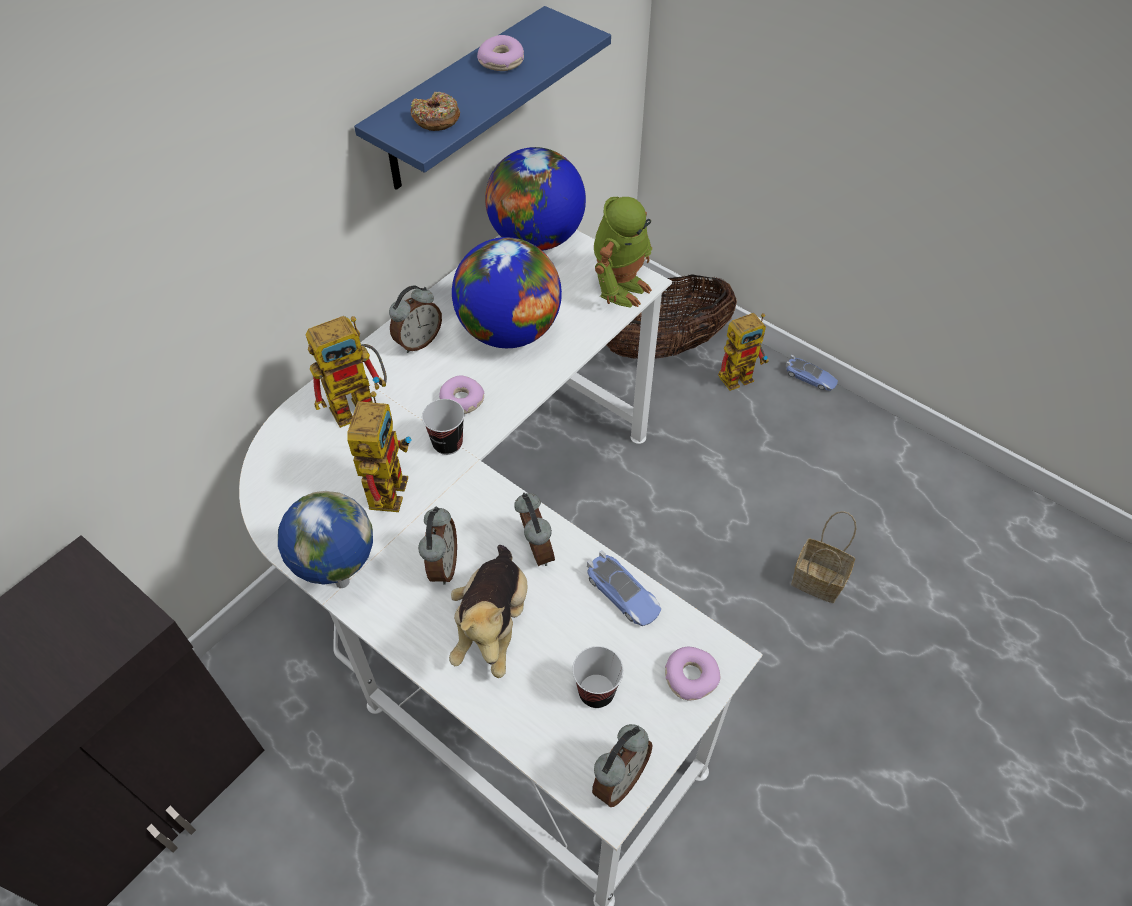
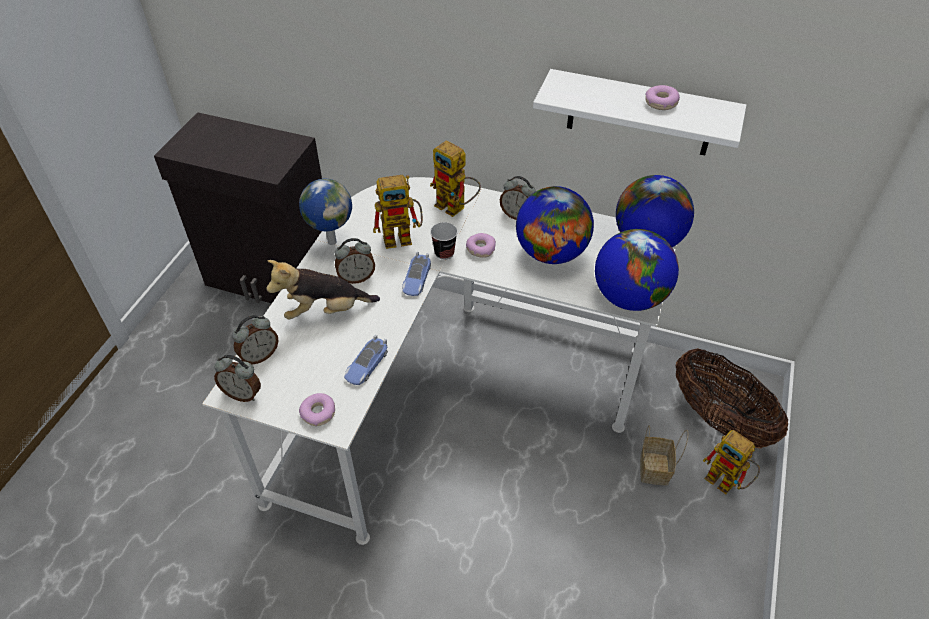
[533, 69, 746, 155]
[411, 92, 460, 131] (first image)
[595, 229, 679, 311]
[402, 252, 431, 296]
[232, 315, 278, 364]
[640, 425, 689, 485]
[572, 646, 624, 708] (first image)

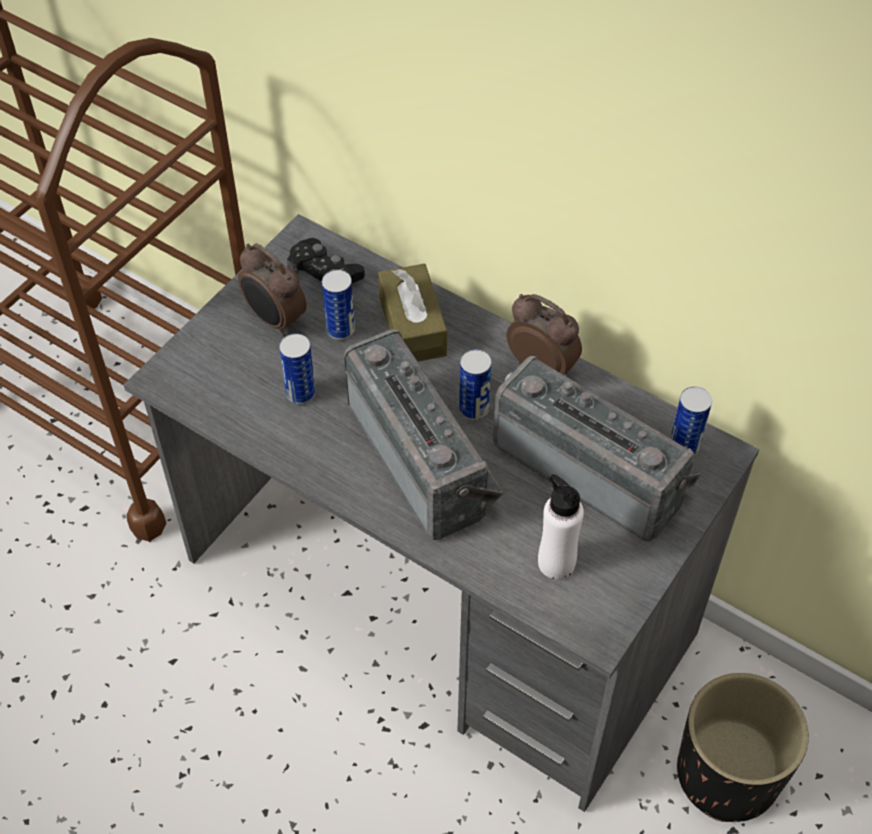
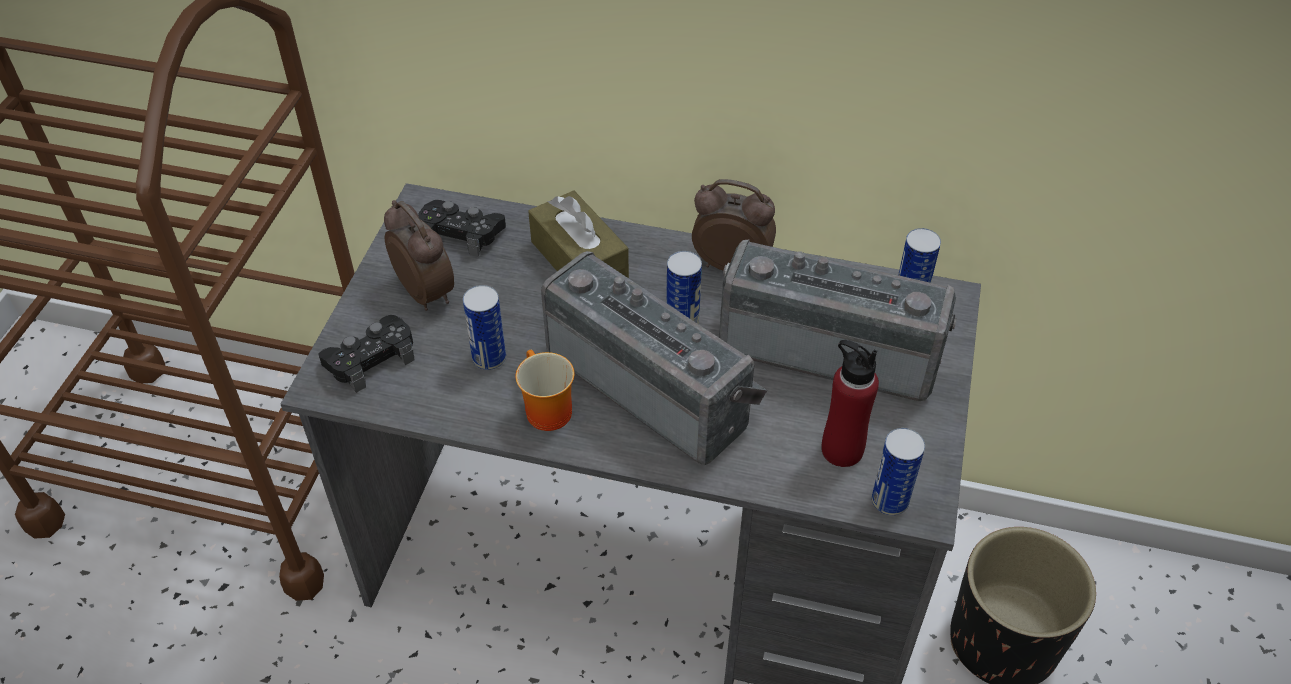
[384, 200, 454, 311]
[872, 428, 925, 516]
[822, 340, 879, 467]
[319, 315, 415, 393]
[516, 350, 575, 431]

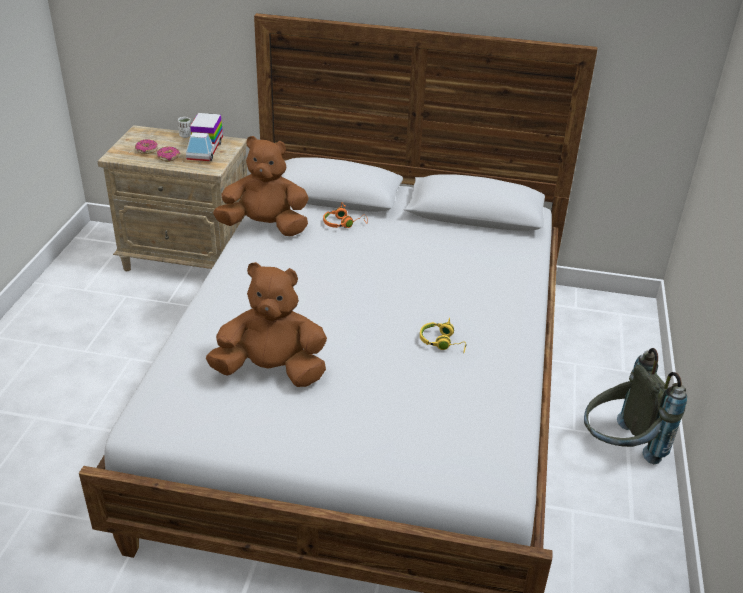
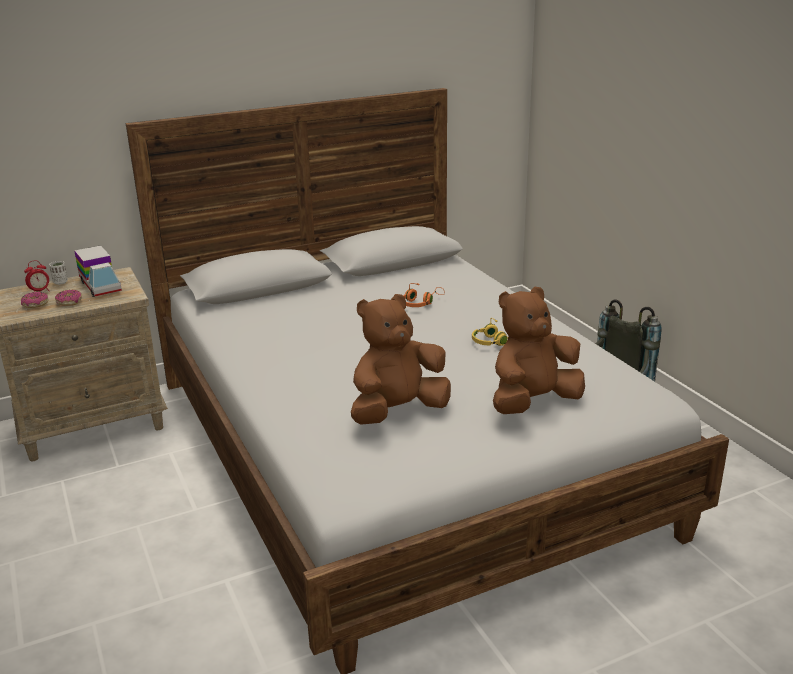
[493, 287, 585, 414]
[403, 283, 445, 307]
[24, 260, 49, 292]

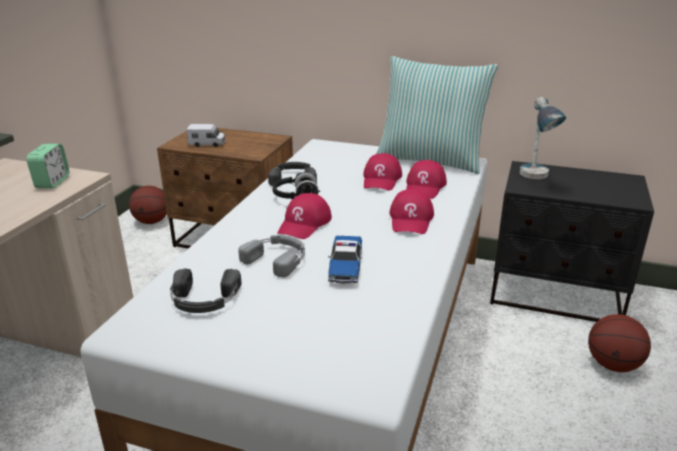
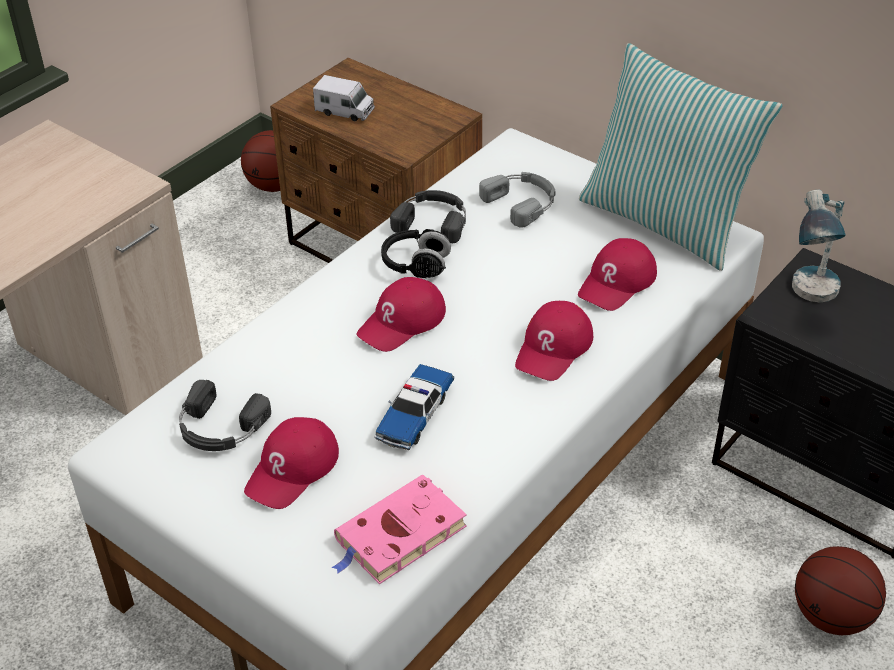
[26, 144, 69, 188] (first image)
[244, 417, 339, 509]
[479, 172, 556, 228]
[332, 475, 467, 584]

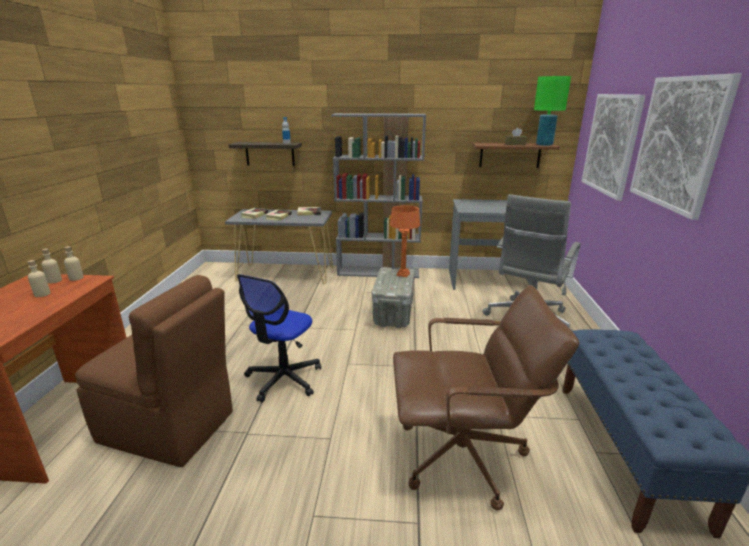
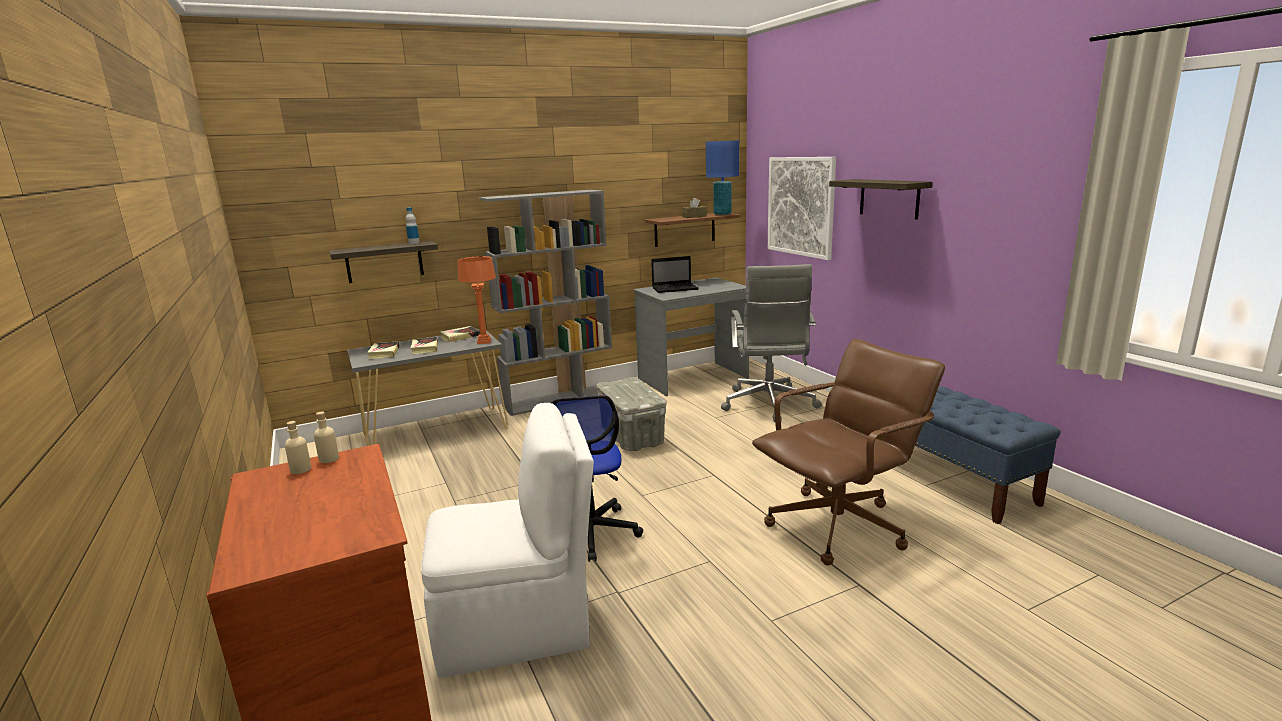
[829, 179, 933, 219]
[706, 140, 739, 215]
[458, 256, 496, 344]
[28, 260, 51, 297] (first image)
[421, 403, 594, 678]
[651, 256, 699, 293]

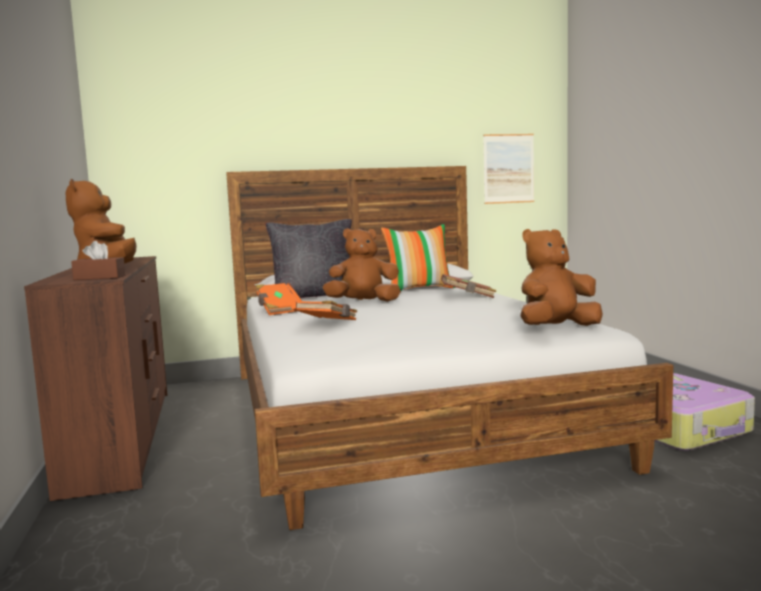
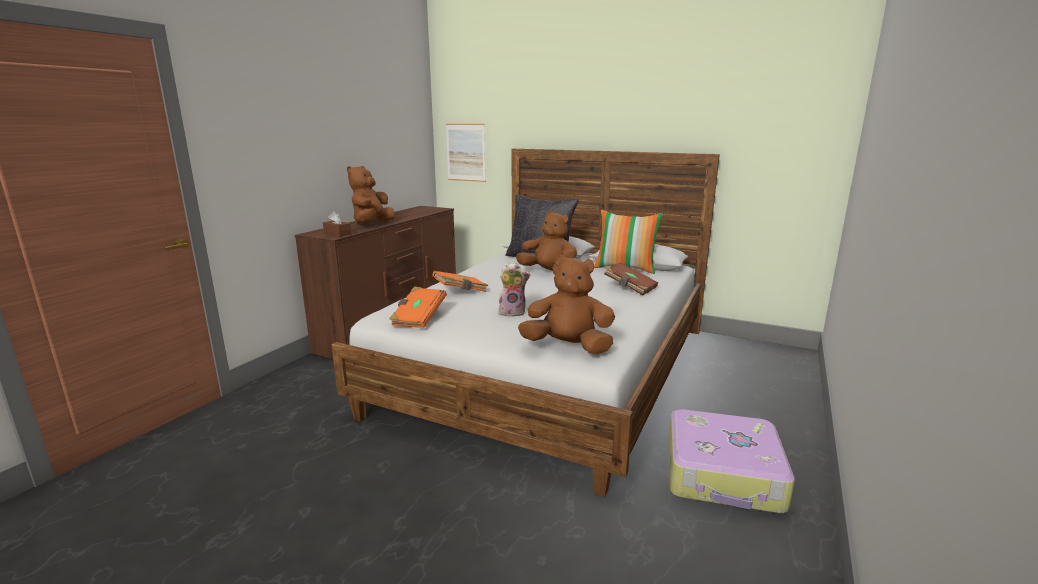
[446, 124, 486, 182]
[389, 286, 447, 328]
[499, 263, 530, 317]

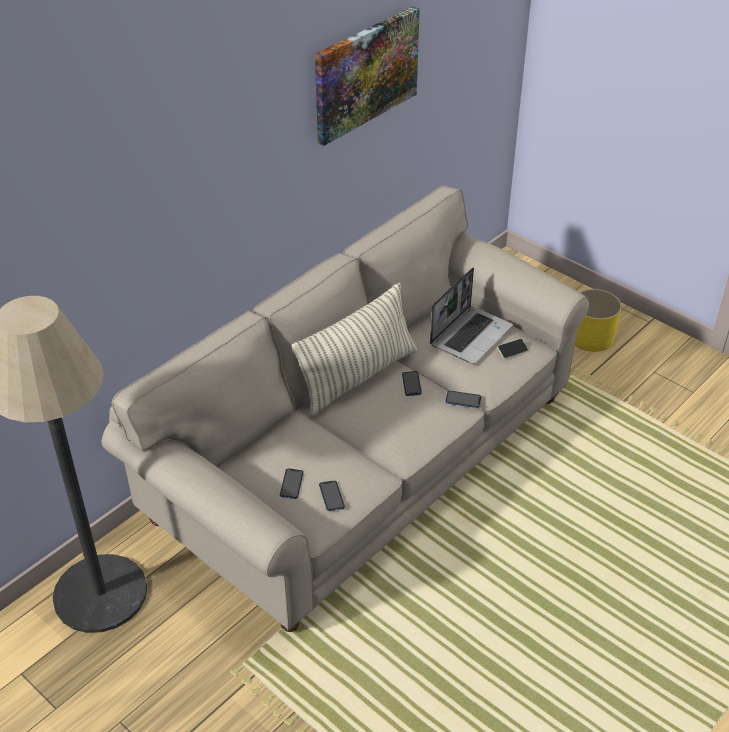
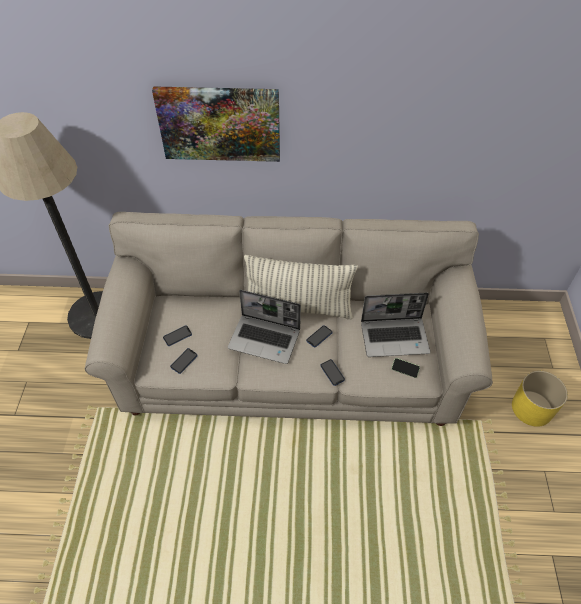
[152, 86, 280, 162]
[228, 290, 301, 364]

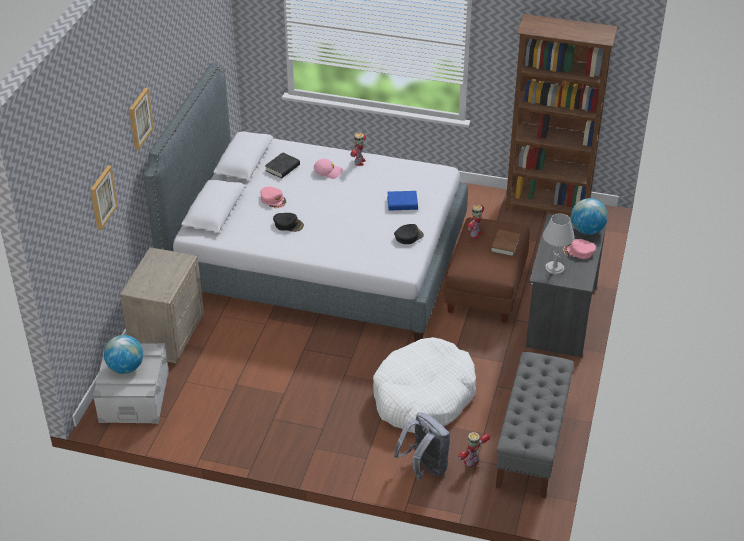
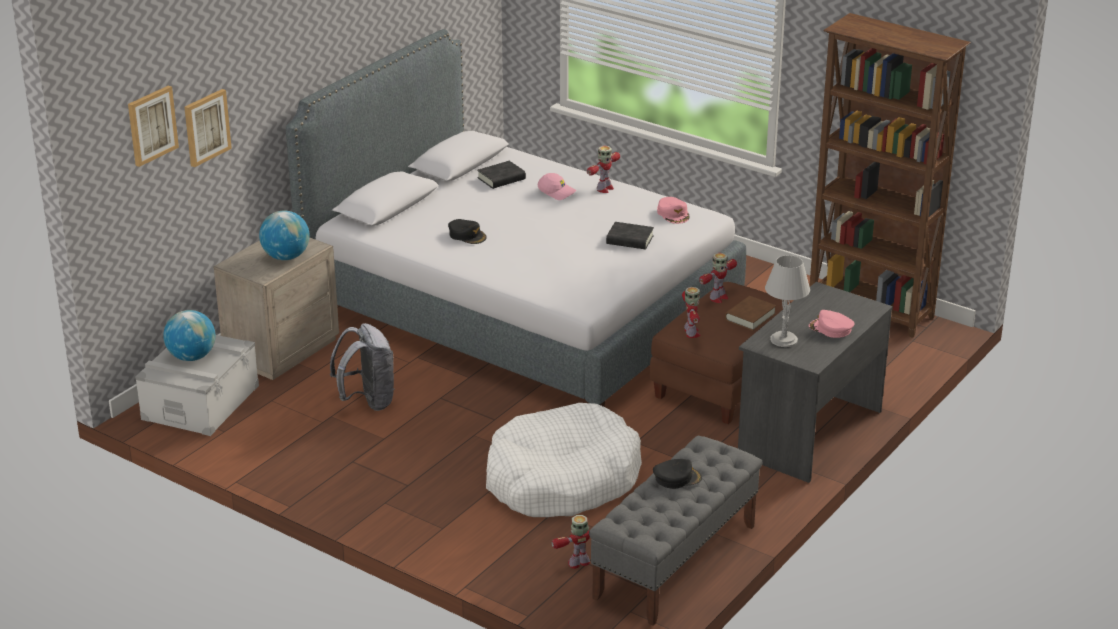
[128, 86, 179, 167]
[657, 197, 690, 224]
[606, 222, 654, 249]
[259, 211, 310, 260]
[653, 459, 702, 489]
[330, 323, 394, 411]
[682, 287, 700, 338]

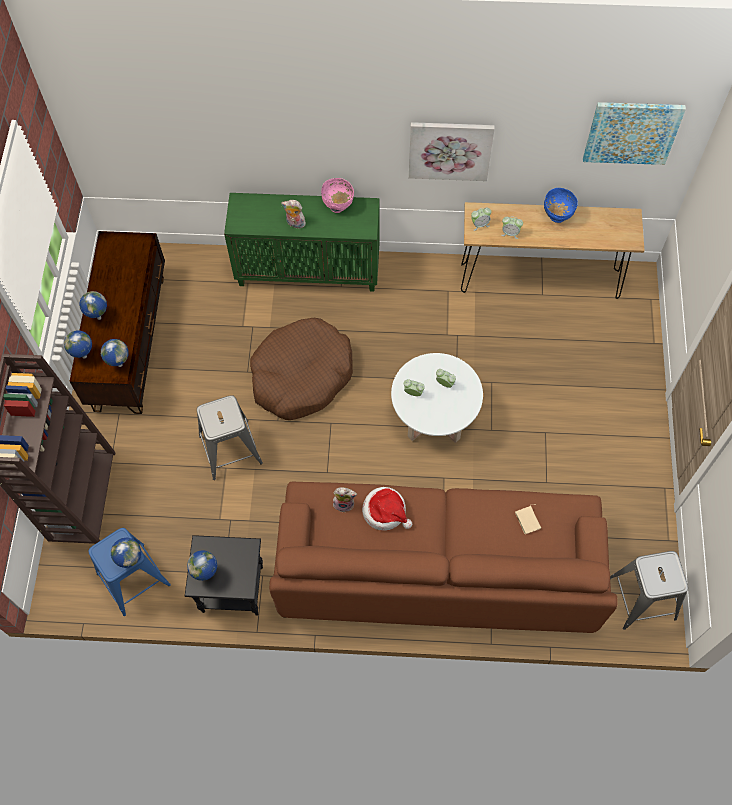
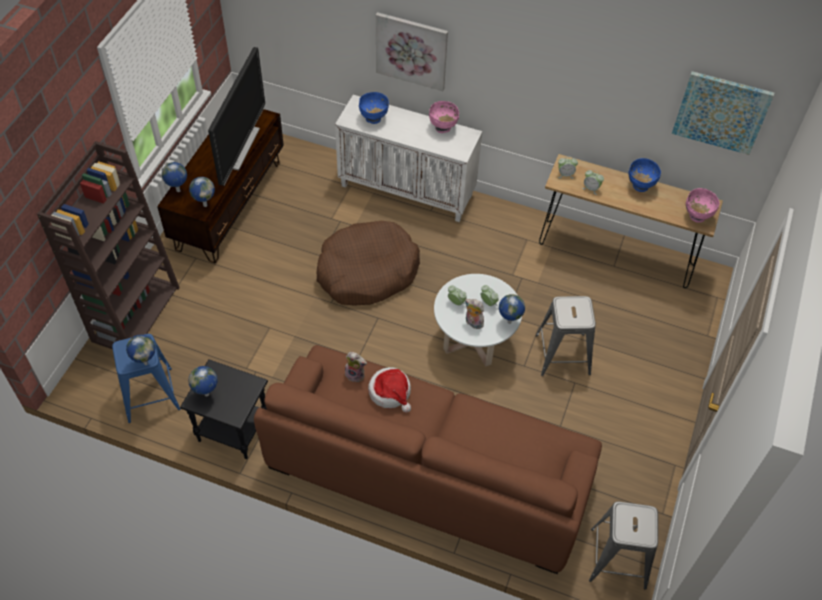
[376, 12, 448, 91]
[335, 95, 482, 222]
[465, 299, 484, 329]
[499, 294, 525, 324]
[536, 296, 596, 376]
[515, 504, 541, 534] (first image)
[208, 47, 265, 186]
[359, 92, 389, 124]
[686, 188, 720, 223]

